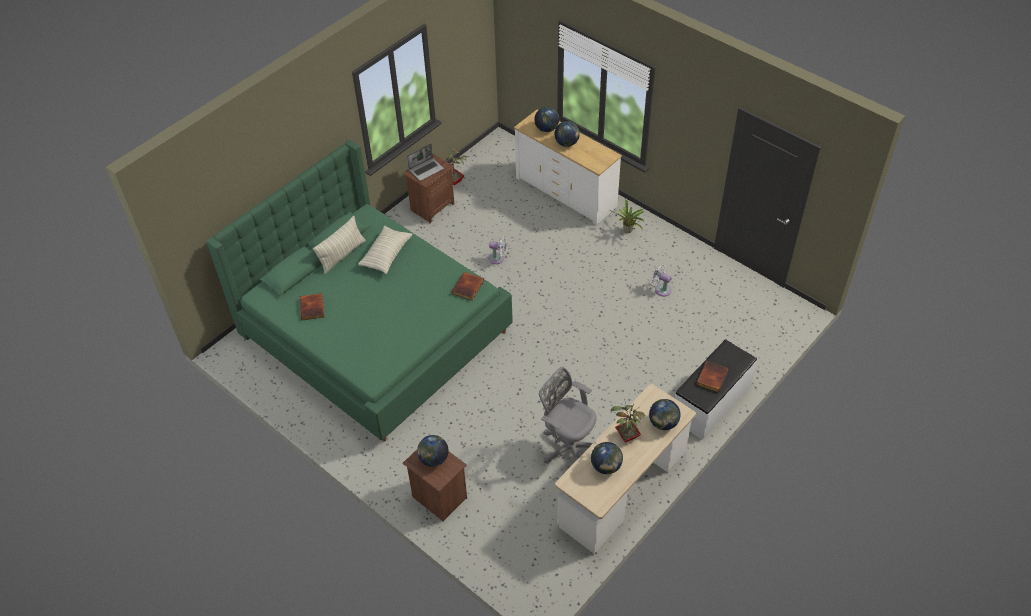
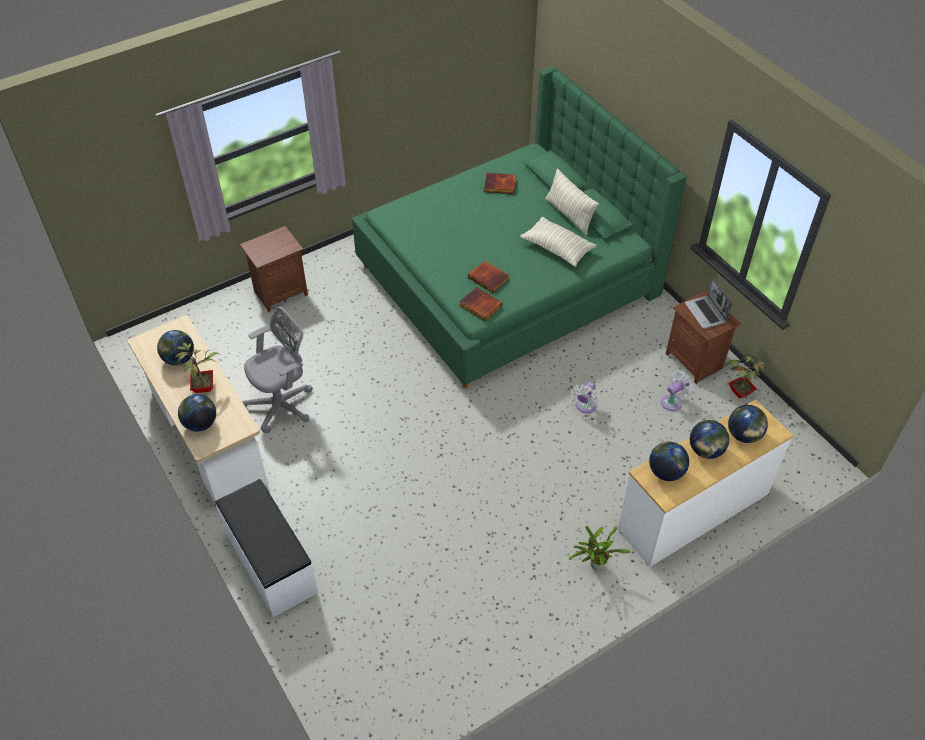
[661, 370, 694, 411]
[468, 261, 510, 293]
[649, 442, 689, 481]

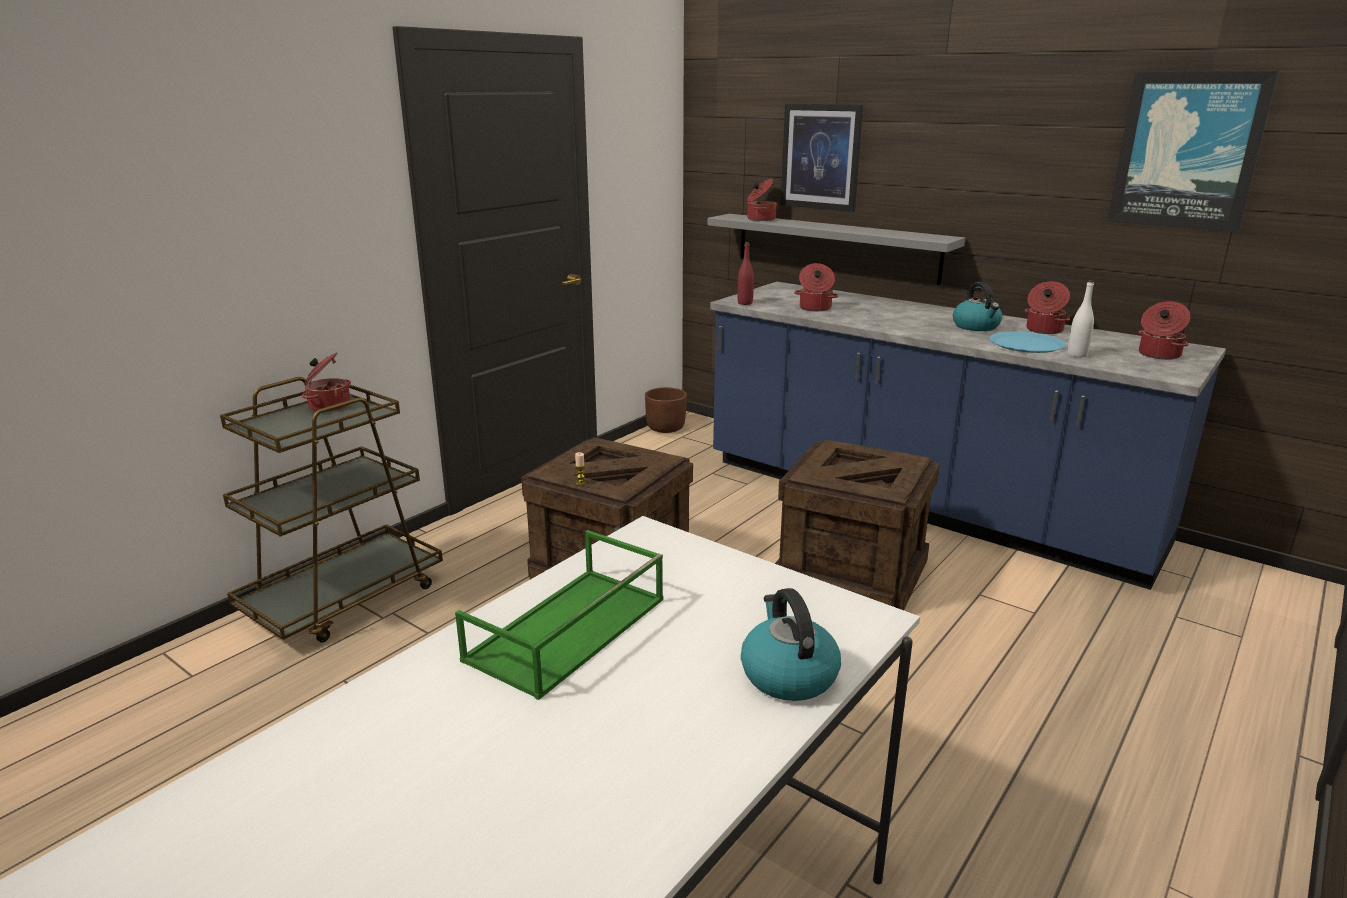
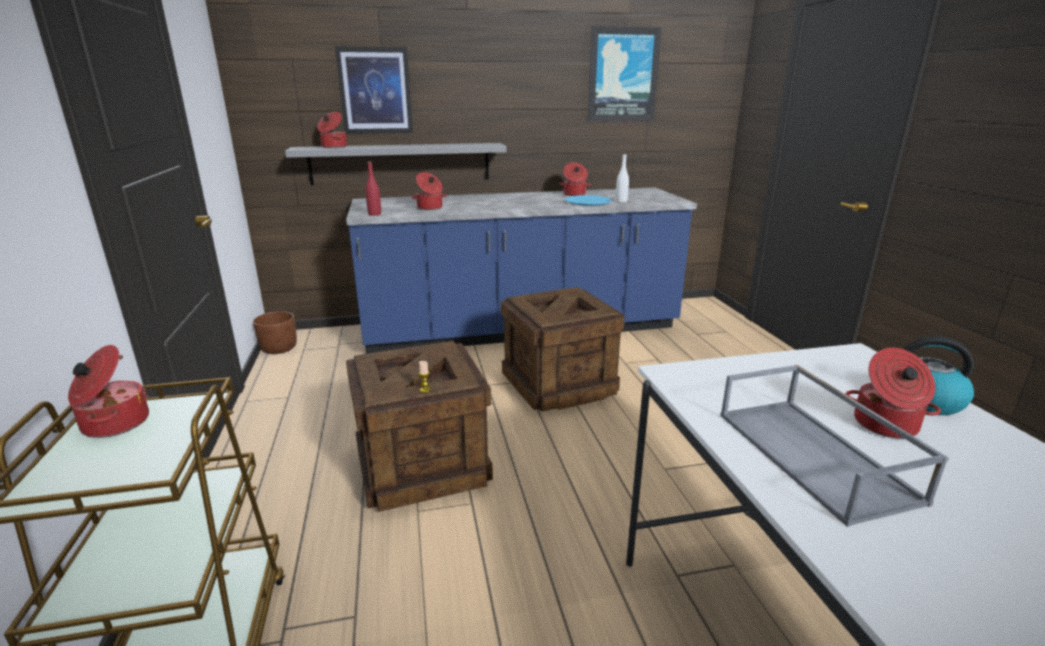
[953, 282, 1002, 331] (first image)
[845, 348, 941, 439]
[720, 365, 949, 527]

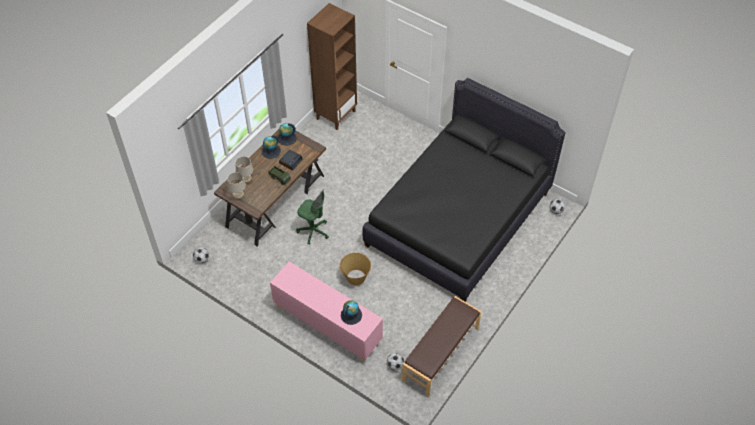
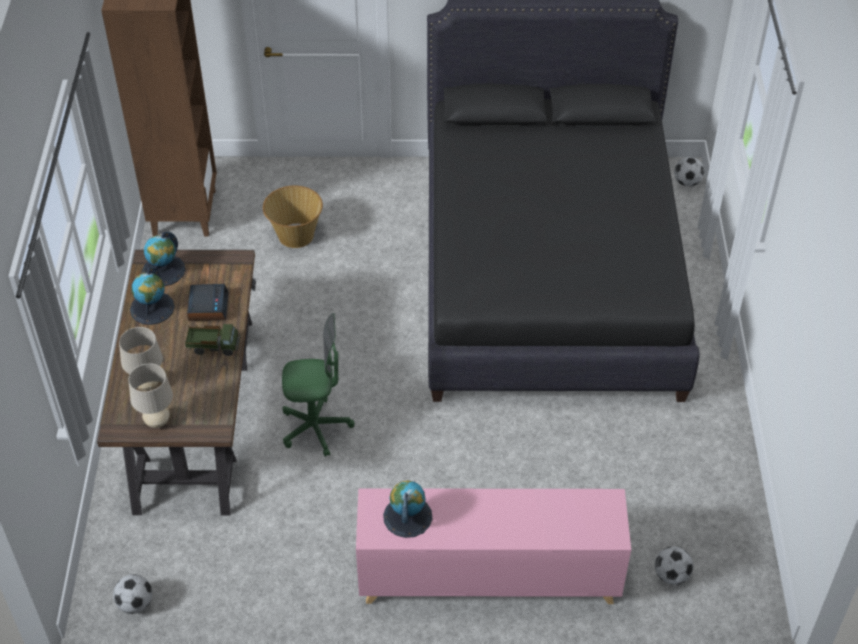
[263, 186, 323, 248]
[402, 296, 482, 397] (first image)
[383, 480, 432, 538]

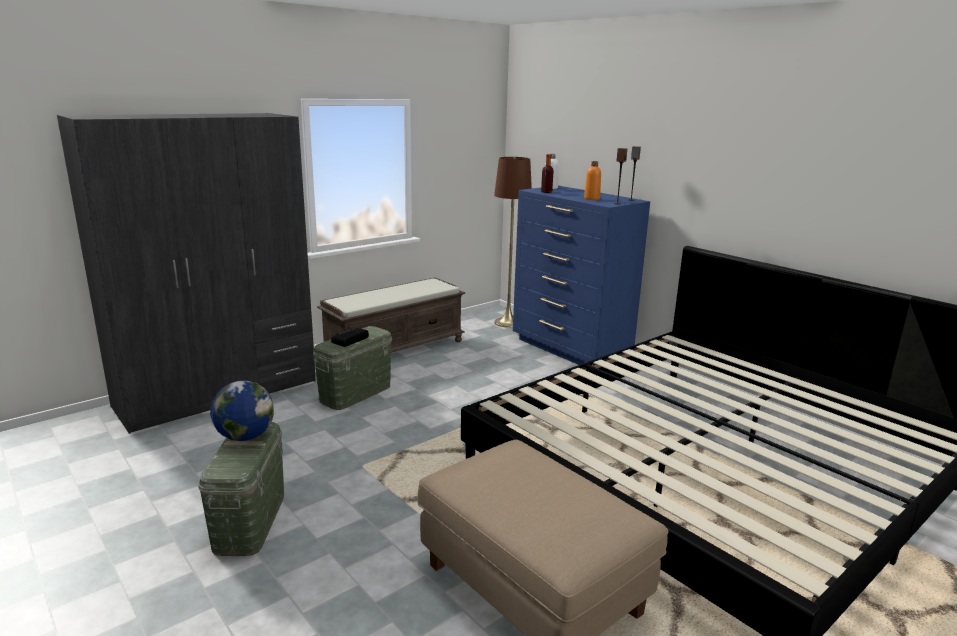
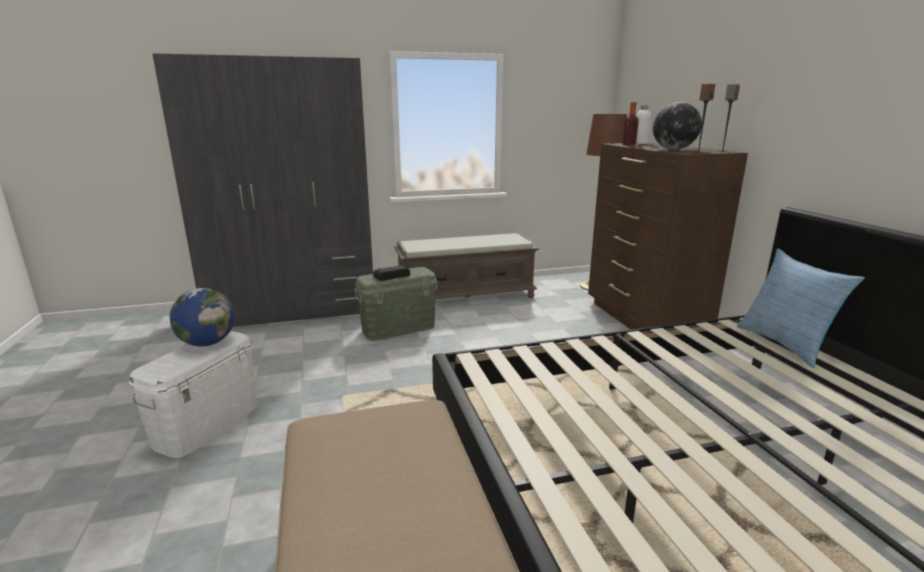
[653, 102, 702, 150]
[588, 143, 748, 329]
[129, 331, 257, 458]
[737, 249, 865, 368]

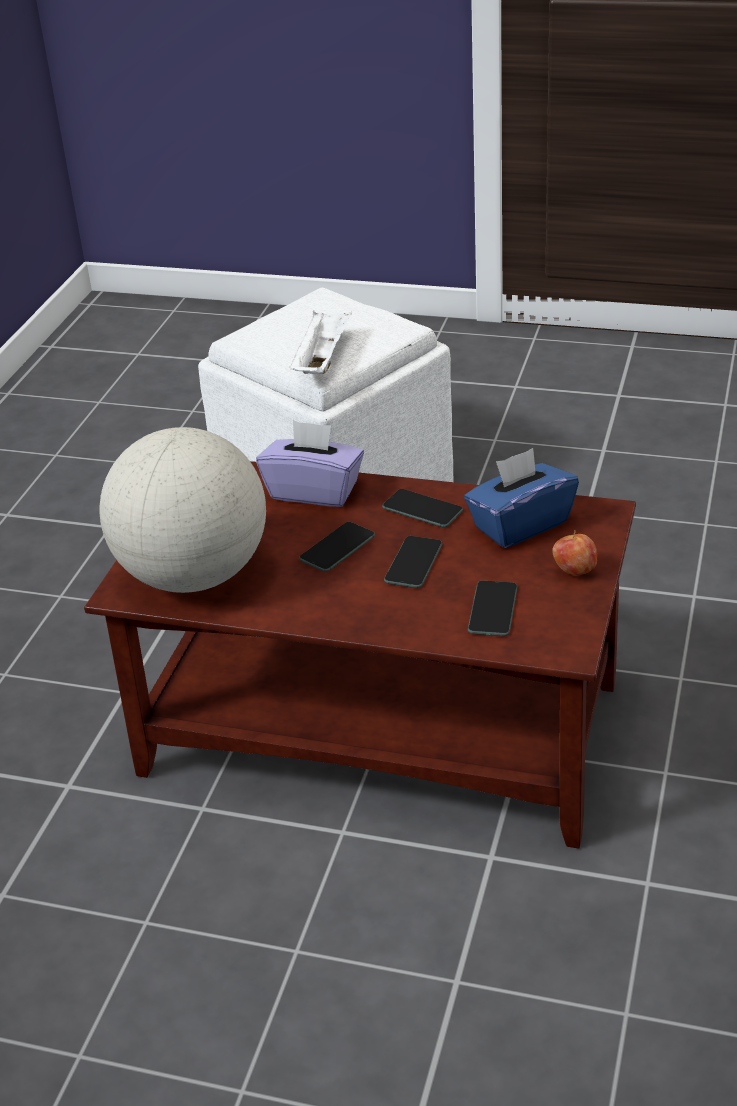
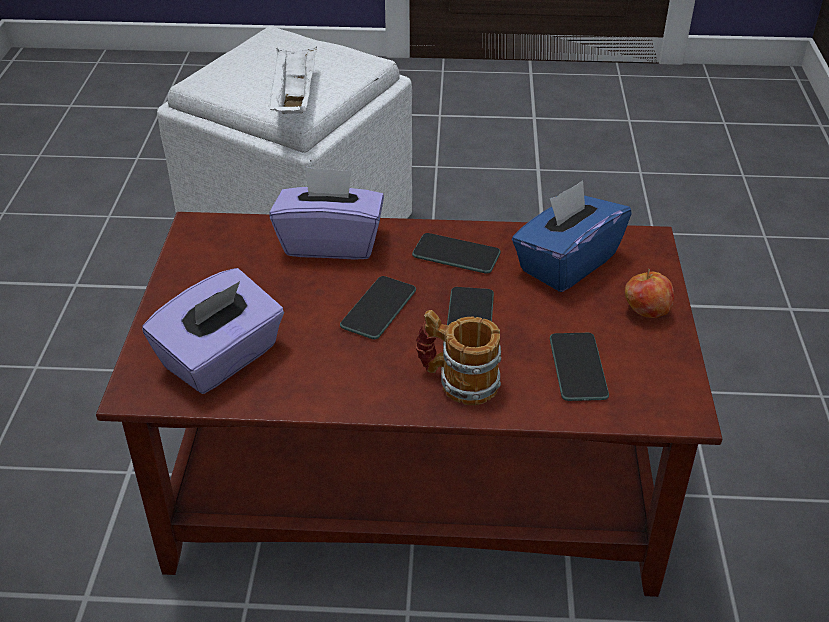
[142, 268, 284, 394]
[416, 310, 501, 405]

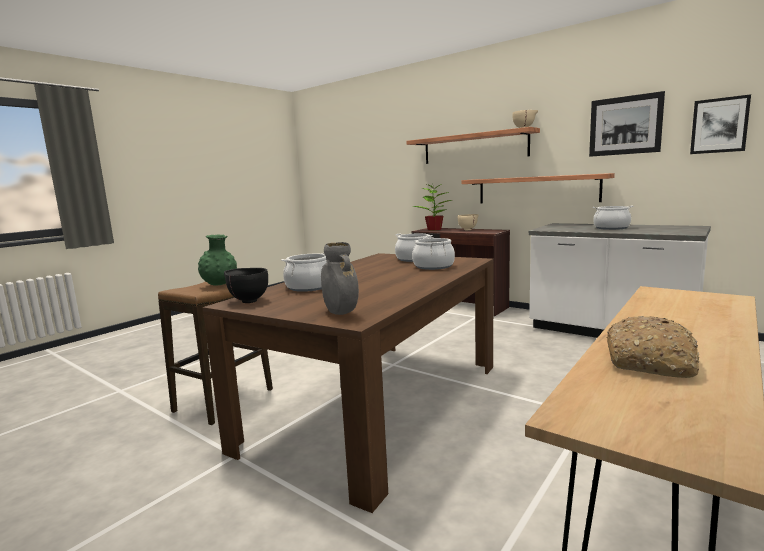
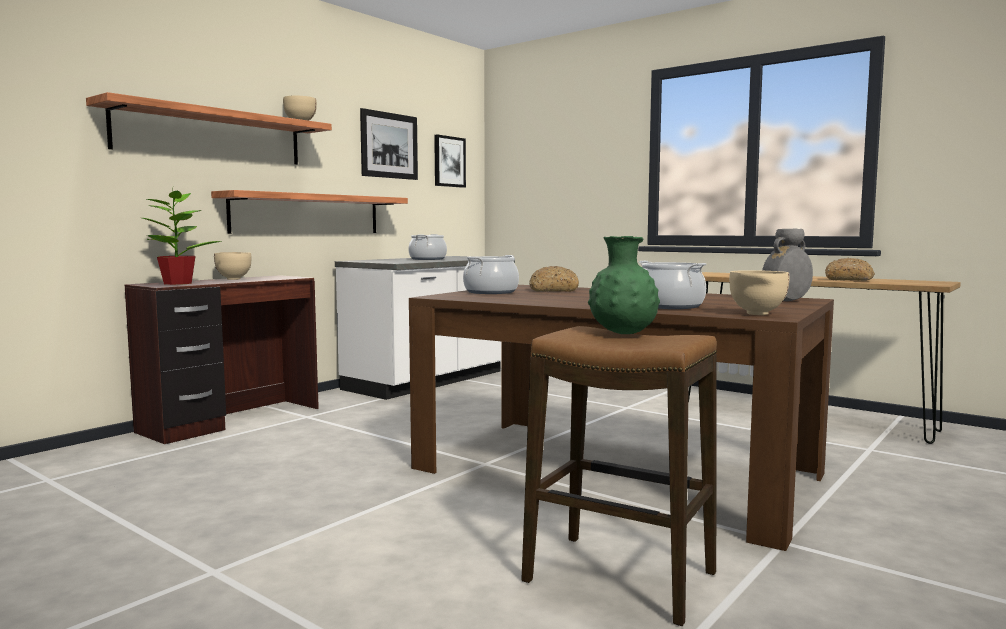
[529, 266, 579, 292]
[729, 270, 790, 315]

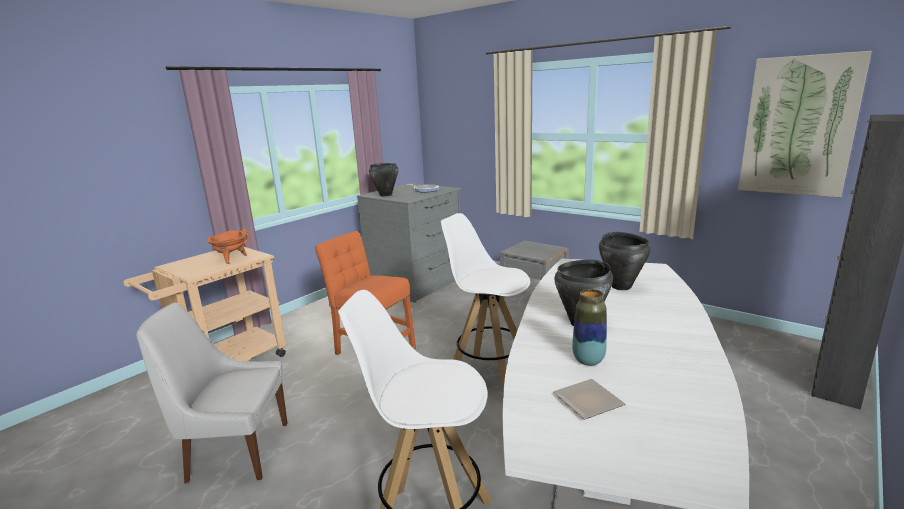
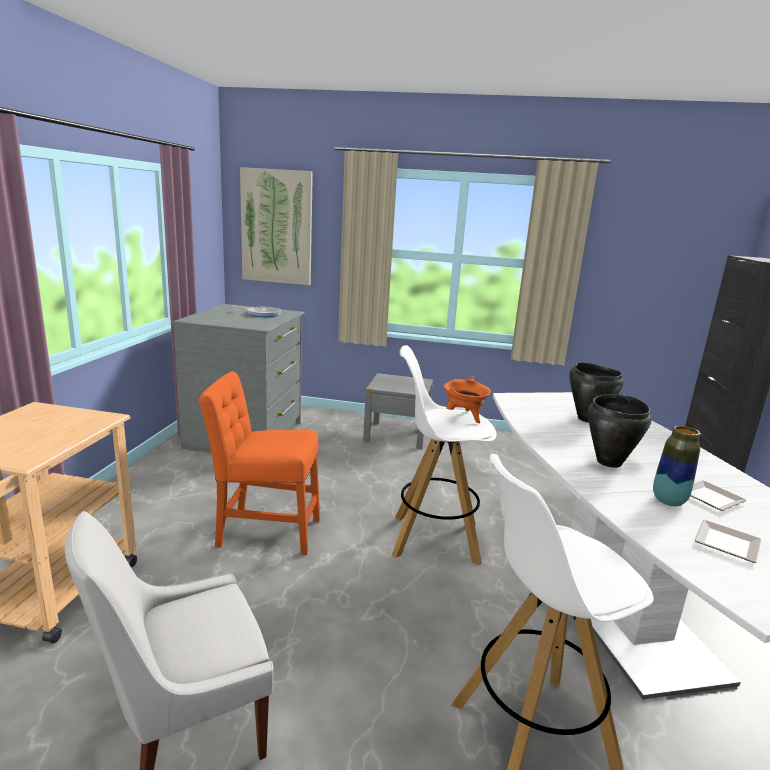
[240, 167, 313, 285]
[369, 163, 398, 196] (first image)
[443, 376, 491, 423]
[690, 480, 747, 511]

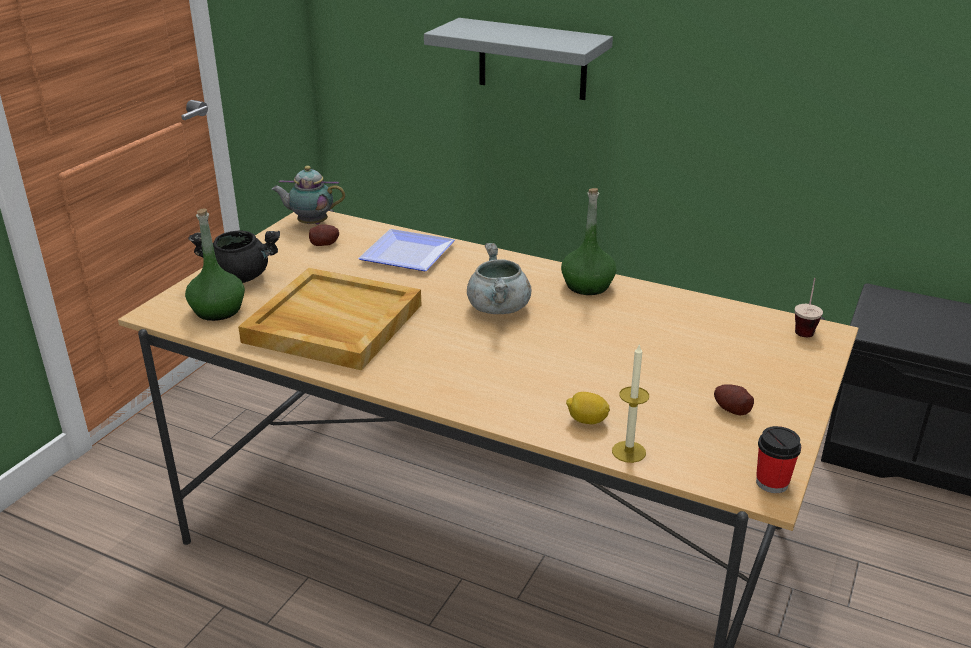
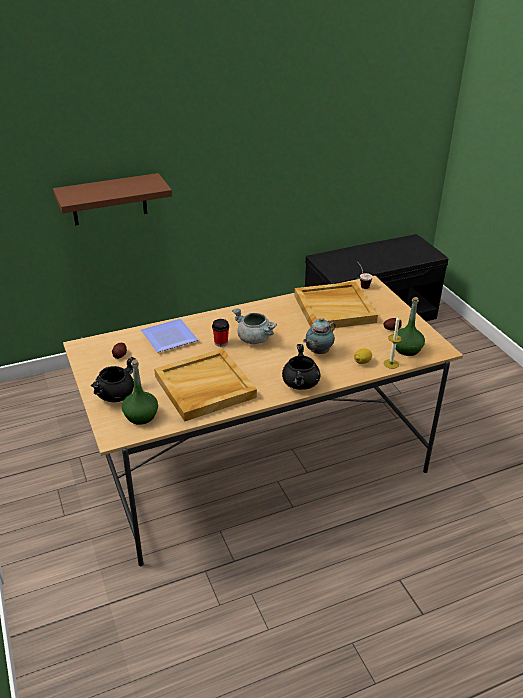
[53, 173, 172, 225]
[303, 318, 336, 354]
[396, 297, 425, 356]
[212, 319, 229, 347]
[294, 281, 378, 329]
[282, 344, 321, 390]

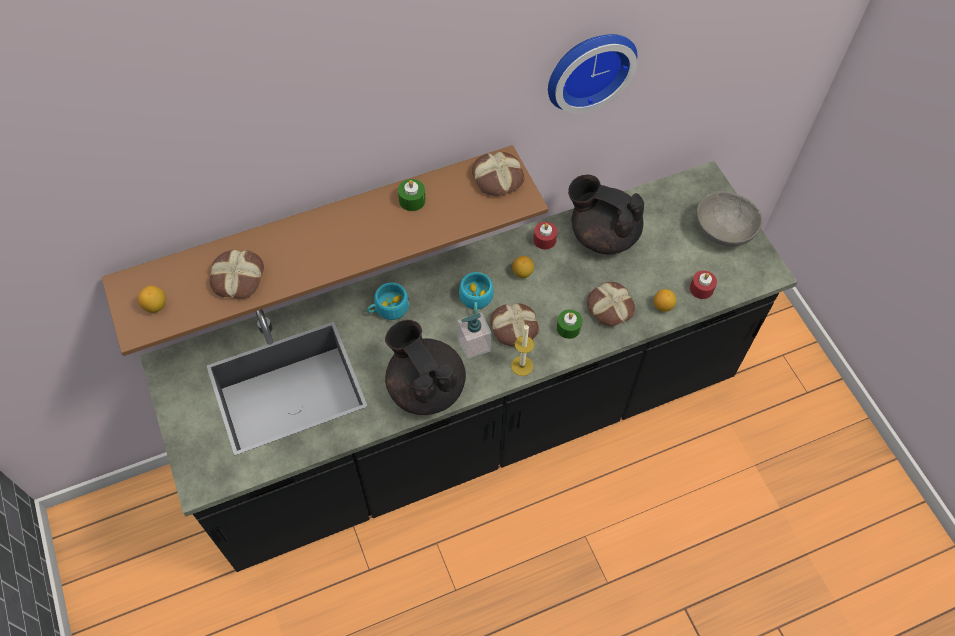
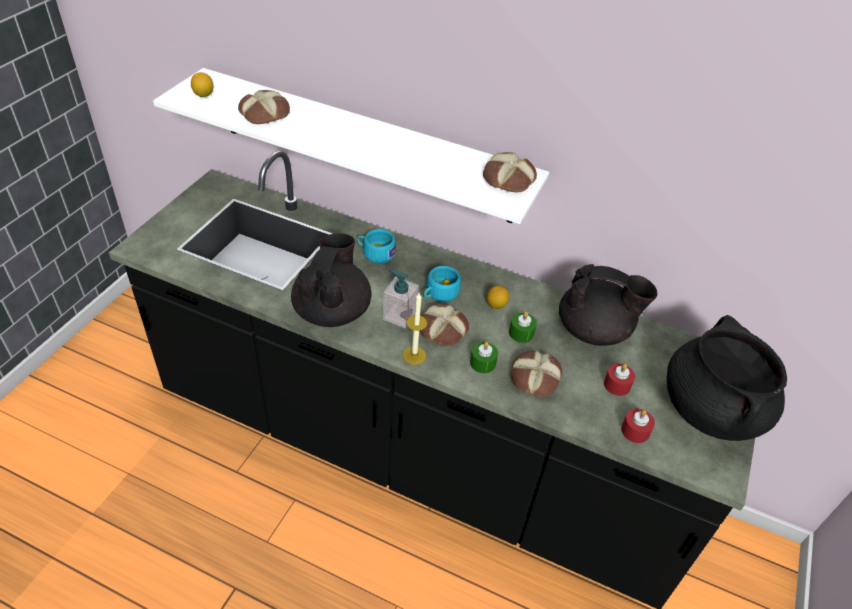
[548, 34, 637, 113] (first image)
[153, 68, 549, 224]
[559, 264, 657, 346]
[509, 312, 537, 343]
[667, 315, 787, 441]
[604, 364, 635, 396]
[654, 289, 676, 312] (first image)

